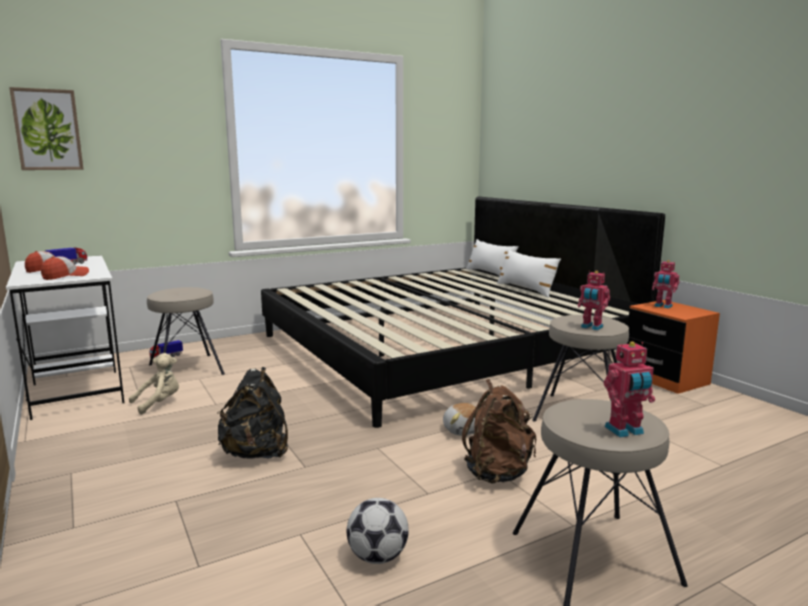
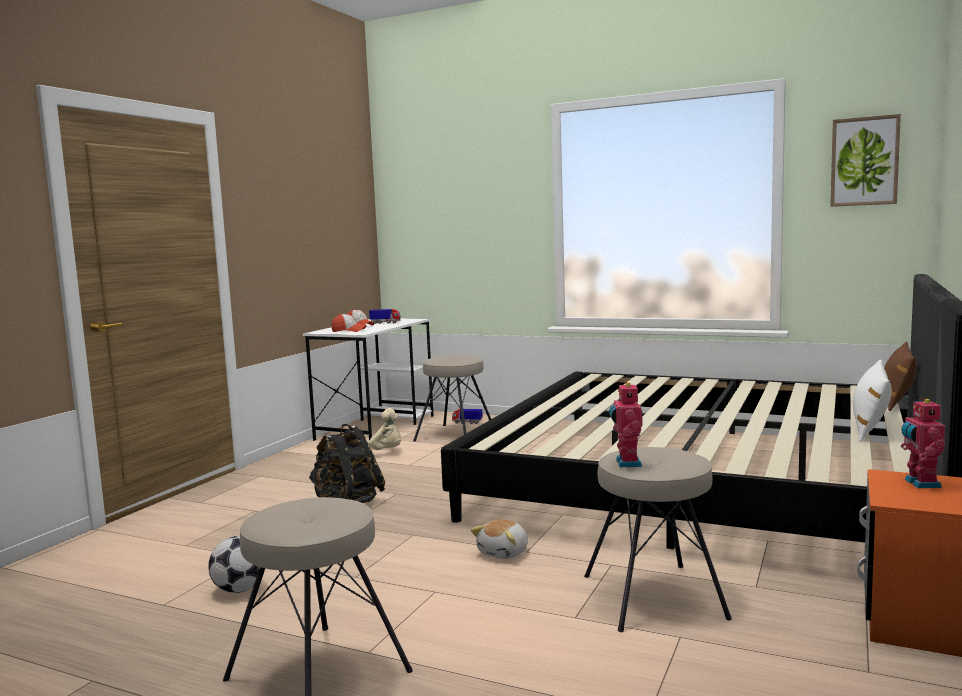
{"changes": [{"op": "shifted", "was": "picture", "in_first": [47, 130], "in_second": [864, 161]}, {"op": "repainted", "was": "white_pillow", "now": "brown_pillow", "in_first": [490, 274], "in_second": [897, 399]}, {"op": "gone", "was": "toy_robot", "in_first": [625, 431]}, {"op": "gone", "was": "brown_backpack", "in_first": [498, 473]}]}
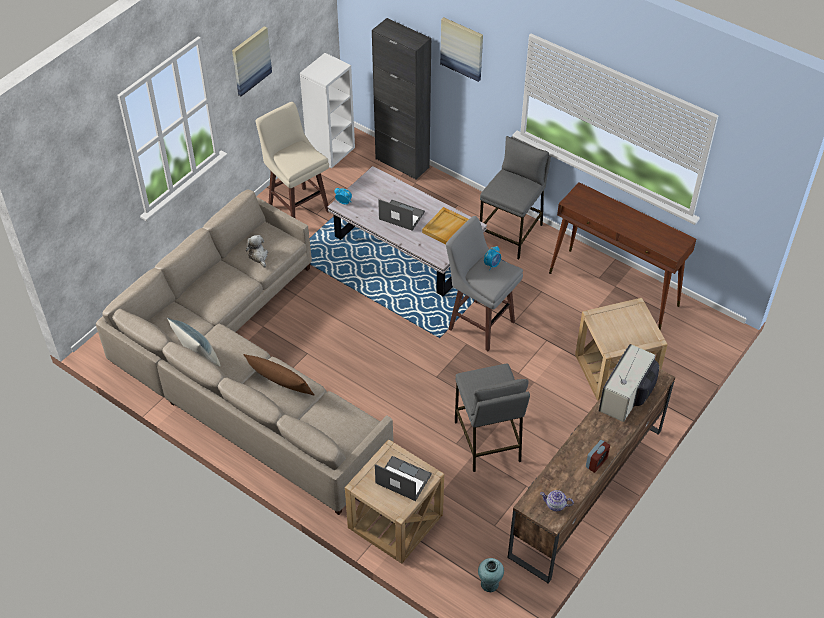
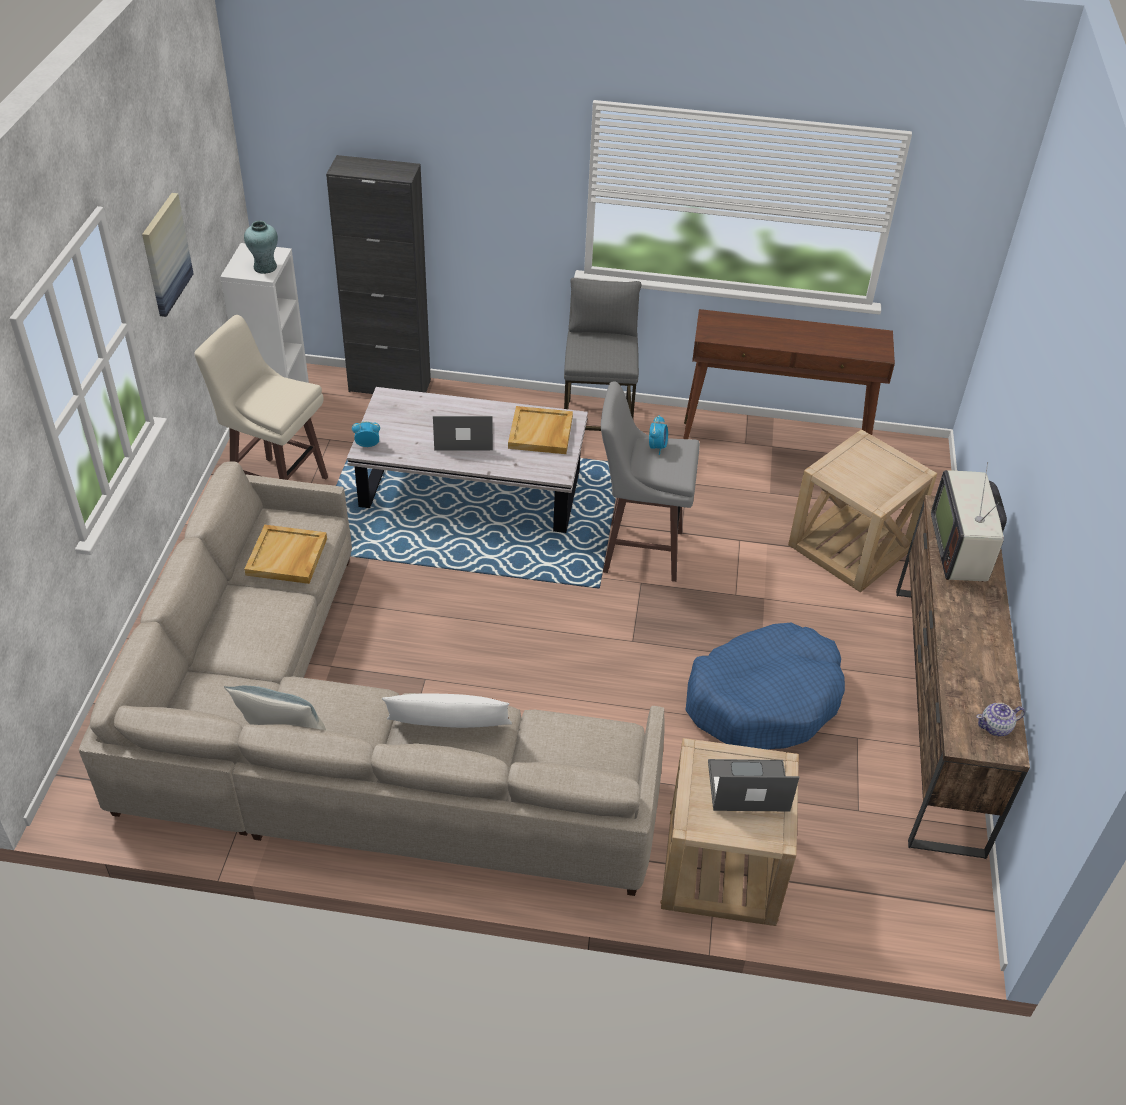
{"changes": [{"op": "gone", "was": "picture", "in_first": [462, 48]}, {"op": "swapped", "was": "plush_toy", "now": "beige_tray", "in_first": [258, 256], "in_second": [287, 557]}, {"op": "repainted", "was": "brown_pillow", "now": "white_pillow", "in_first": [280, 385], "in_second": [448, 729]}, {"op": "swapped", "was": "grey_stool", "now": "blue_dog_bed", "in_first": [487, 441], "in_second": [763, 699]}, {"op": "gone", "was": "alarm_clock", "in_first": [596, 462]}, {"op": "shifted", "was": "turquoise_vase", "in_first": [489, 584], "in_second": [265, 267]}]}
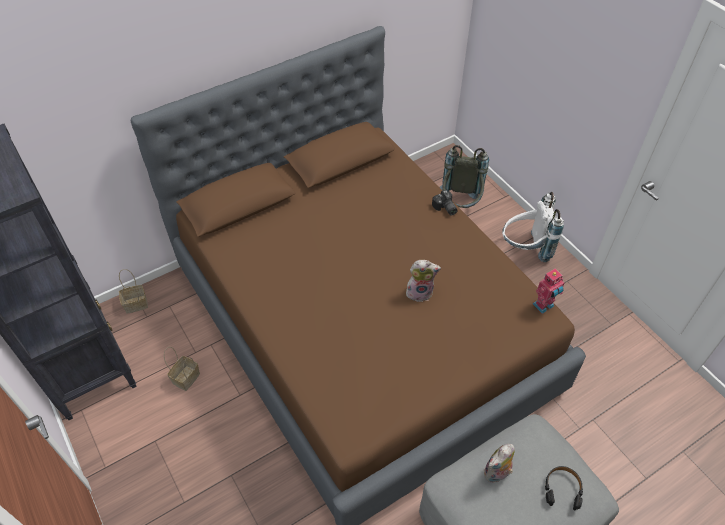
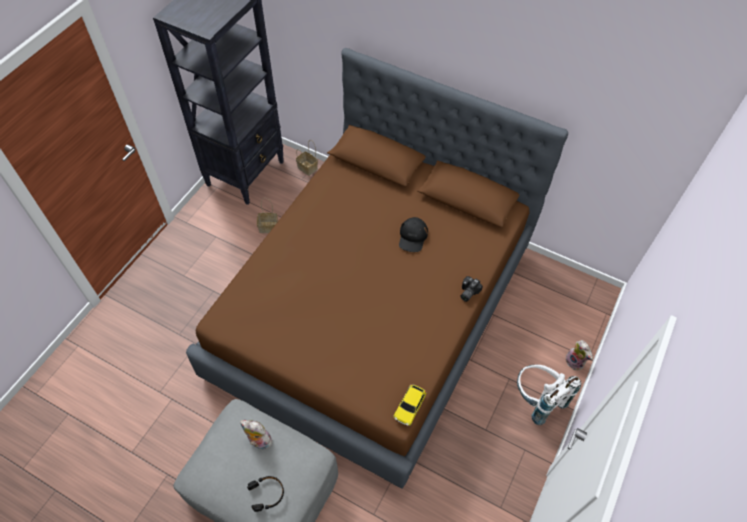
{"changes": [{"op": "gone", "was": "grey_backpack", "in_first": [460, 205]}, {"op": "shifted", "was": "plush_toy", "in_first": [420, 292], "in_second": [575, 362]}, {"op": "swapped", "was": "toy_robot", "now": "toy_car", "in_first": [544, 306], "in_second": [409, 407]}, {"op": "new", "now": "black_cap", "in_second": [412, 237]}]}
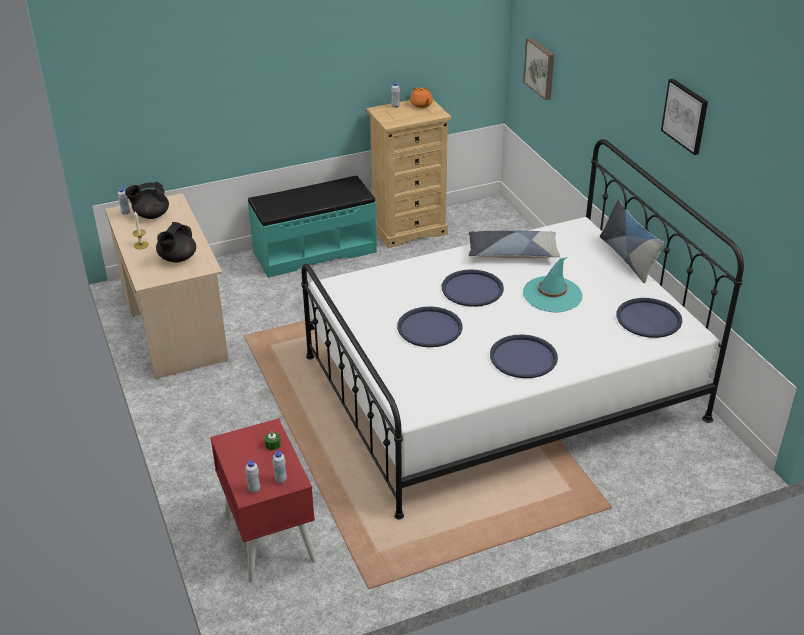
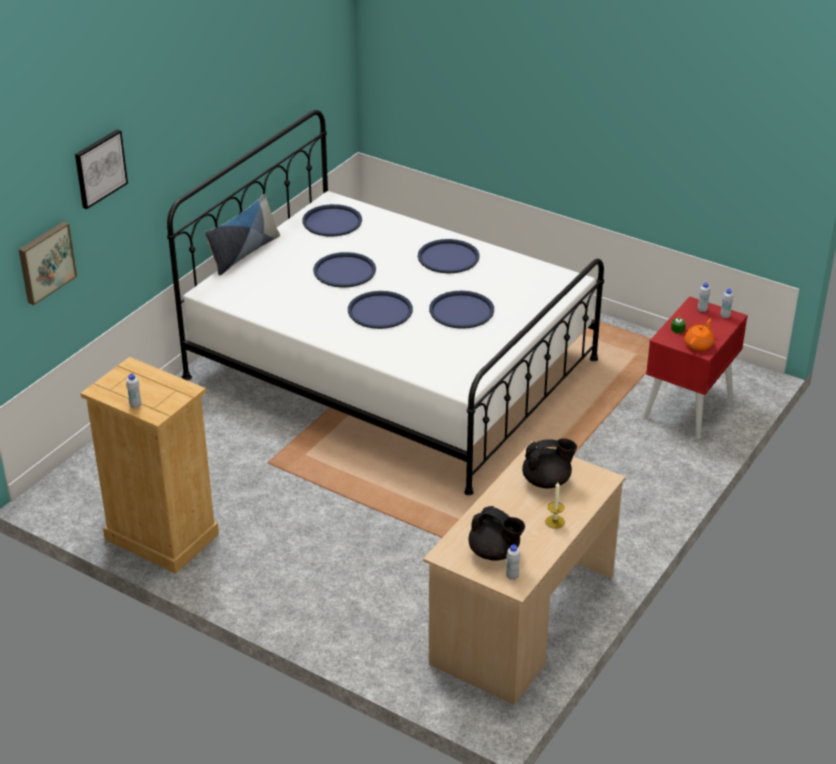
{"changes": [{"op": "shifted", "was": "picture", "in_first": [685, 116], "in_second": [100, 168]}, {"op": "shifted", "was": "orange_teapot", "in_first": [421, 105], "in_second": [698, 344]}, {"op": "gone", "was": "turquoise_bench", "in_first": [314, 251]}, {"op": "gone", "was": "pillow", "in_first": [512, 253]}, {"op": "swapped", "was": "turquoise_hat", "now": "blue_tray", "in_first": [552, 295], "in_second": [344, 271]}]}
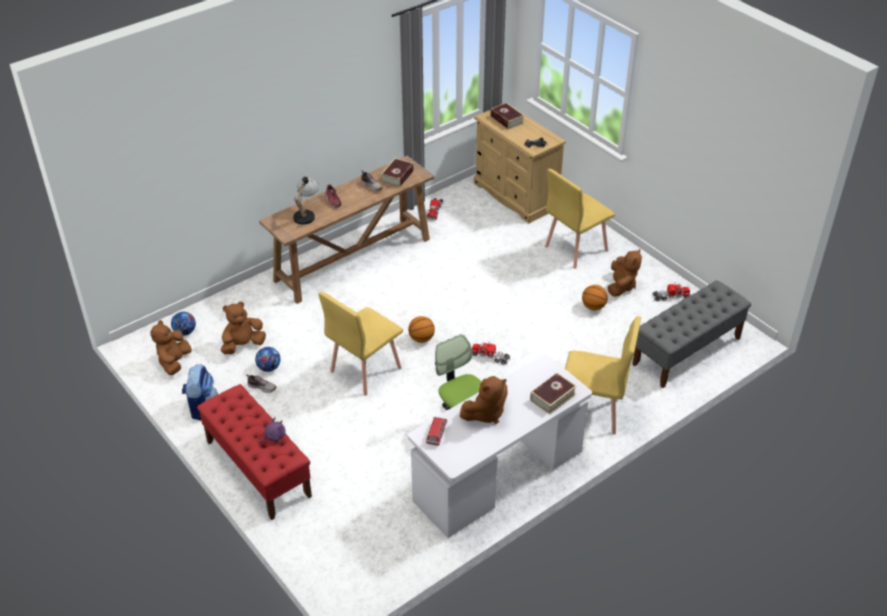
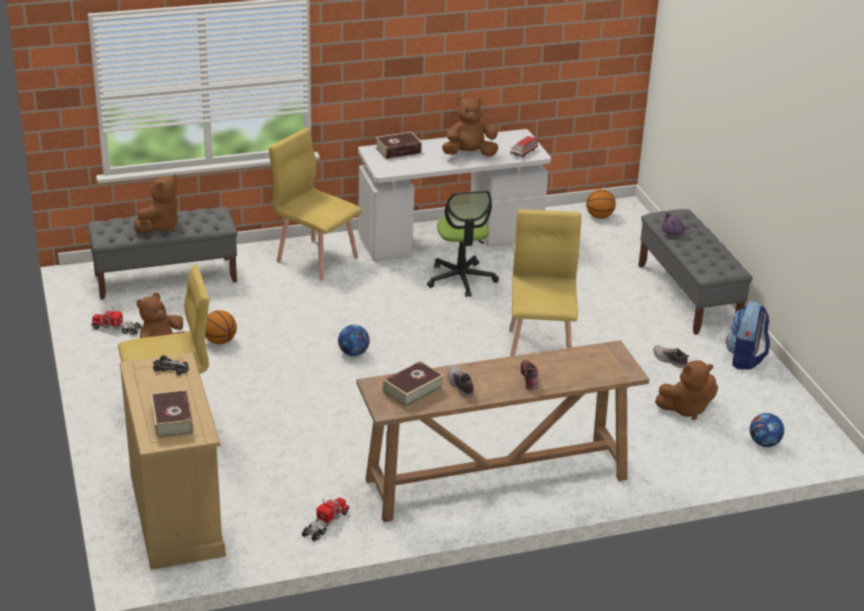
{"changes": [{"op": "gone", "was": "table_lamp", "in_first": [306, 214]}, {"op": "rotated", "was": "yellow_chair", "in_first": [365, 369], "in_second": [541, 348], "clockwise": -60}, {"op": "shifted", "was": "basketball", "in_first": [421, 338], "in_second": [599, 217]}, {"op": "shifted", "was": "brown_plush_toy", "in_first": [174, 362], "in_second": [160, 226]}, {"op": "gone", "was": "toy_truck", "in_first": [490, 356]}, {"op": "shifted", "was": "football", "in_first": [269, 368], "in_second": [353, 353]}, {"op": "repainted", "was": "red_bench", "now": "grey_bench", "in_first": [257, 468], "in_second": [688, 296]}]}
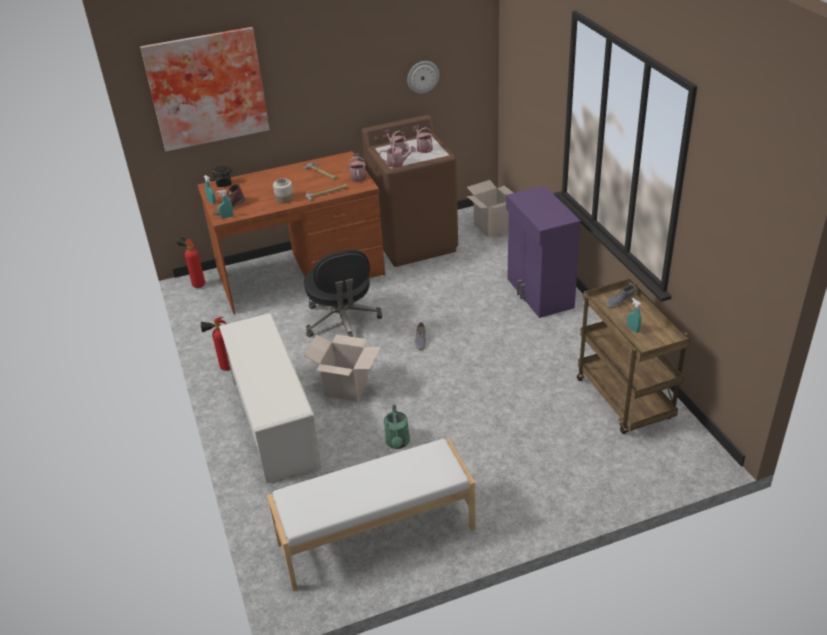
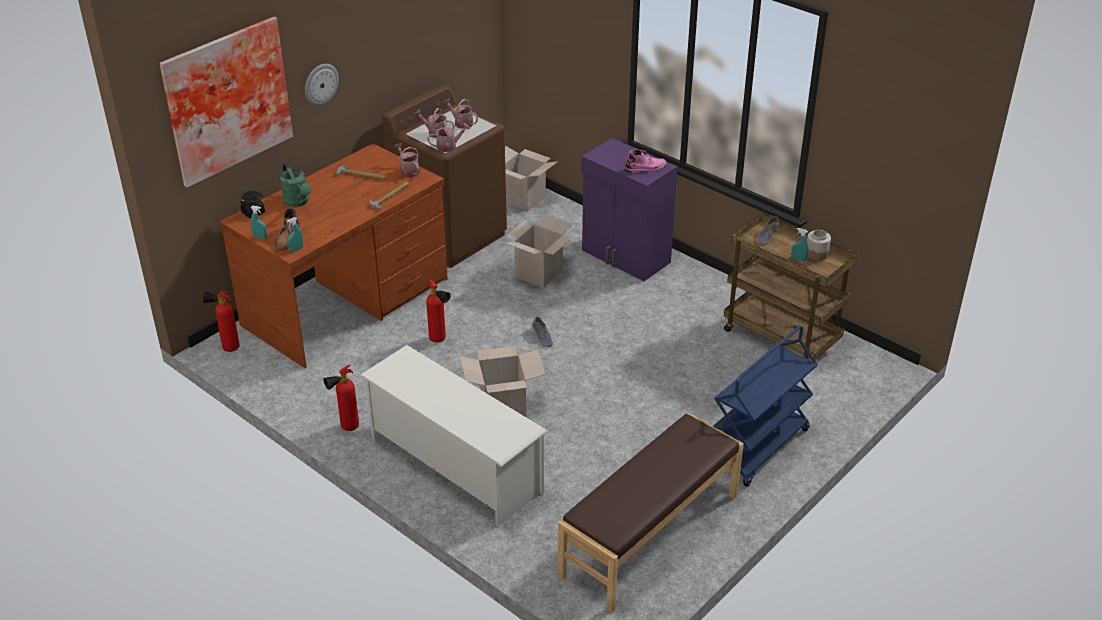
{"changes": [{"op": "shifted", "was": "wall_clock", "in_first": [422, 77], "in_second": [320, 83]}, {"op": "shifted", "was": "jar", "in_first": [284, 198], "in_second": [816, 254]}, {"op": "swapped", "was": "black_office_chair", "now": "fire_extinguisher", "in_first": [342, 321], "in_second": [440, 341]}, {"op": "shifted", "was": "green_watering_can", "in_first": [398, 443], "in_second": [298, 202]}, {"op": "repainted", "was": "white_bench", "now": "brown_bench", "in_first": [376, 536], "in_second": [651, 535]}, {"op": "new", "now": "pink_boot", "in_second": [646, 168]}, {"op": "new", "now": "cardboard_box", "in_second": [539, 273]}, {"op": "new", "now": "blue_cart", "in_second": [758, 448]}]}
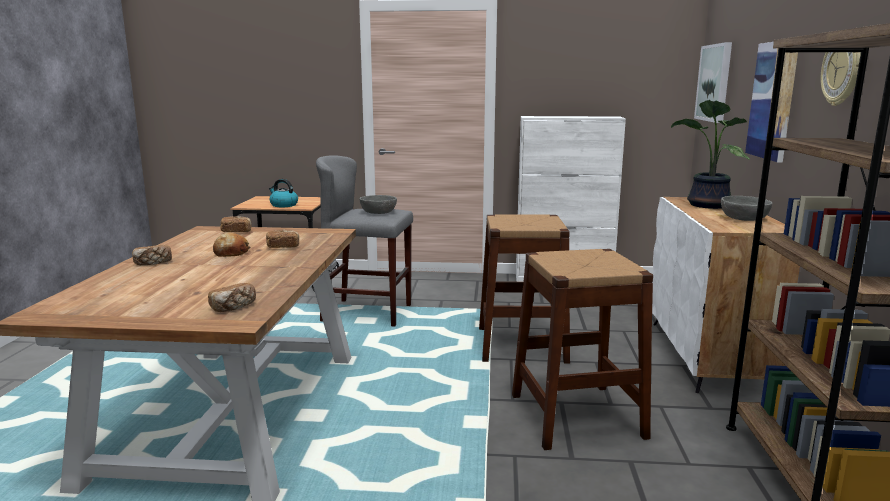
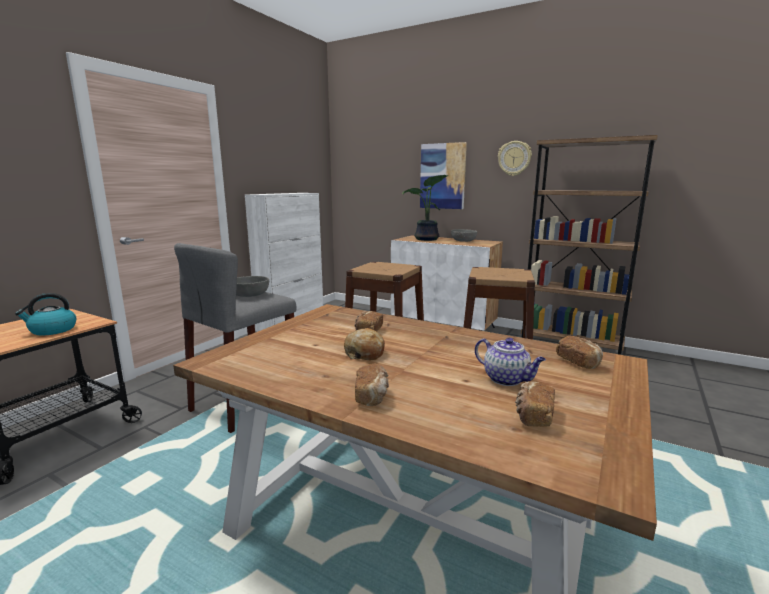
{"changes": [{"op": "gone", "was": "picture", "in_first": [714, 83]}, {"op": "shifted", "was": "bread", "in_first": [236, 232], "in_second": [533, 416]}, {"op": "new", "now": "teapot", "in_second": [507, 379]}]}
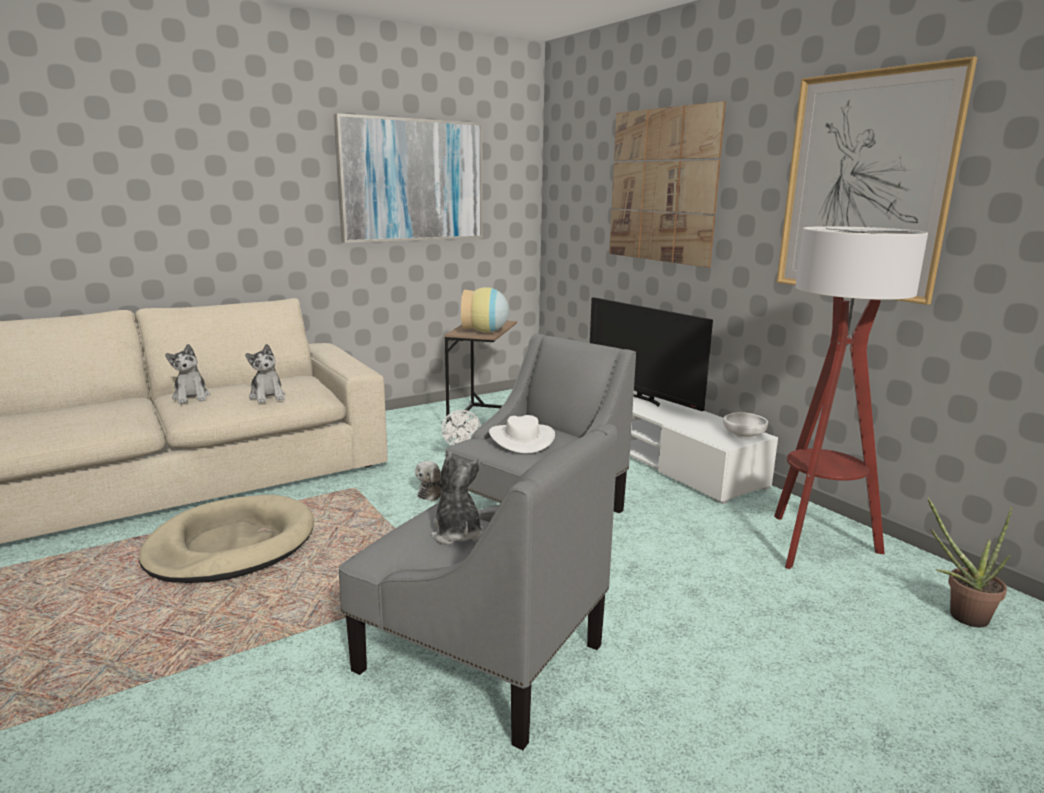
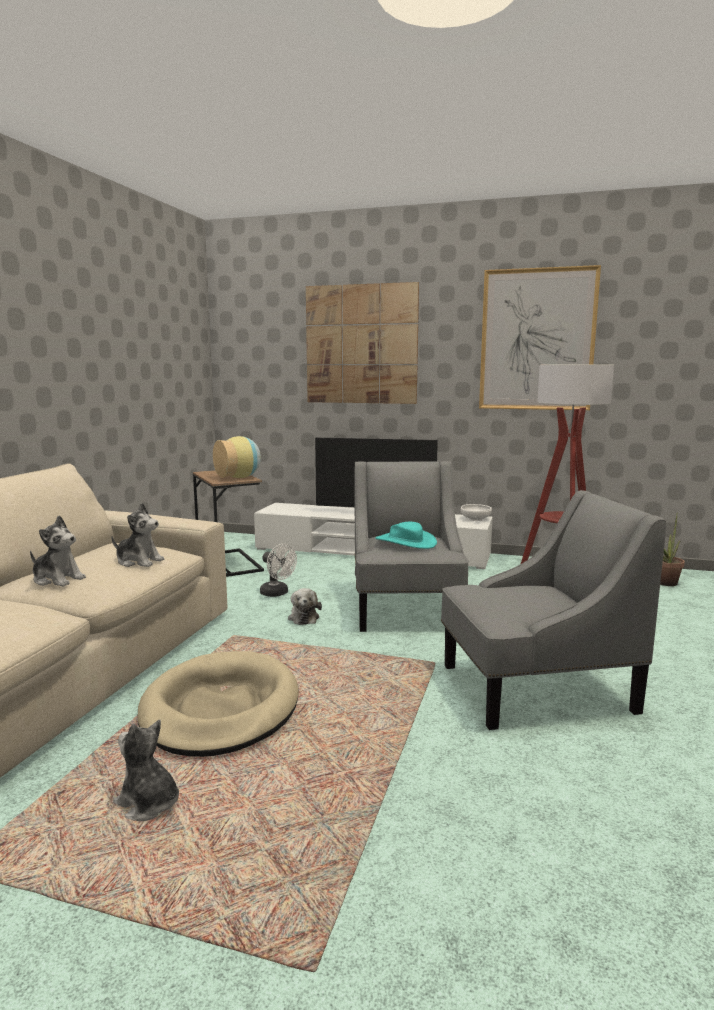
{"changes": [{"op": "gone", "was": "picture", "in_first": [411, 180]}, {"op": "repainted", "was": "white_hat", "now": "turquoise_hat", "in_first": [521, 439], "in_second": [405, 542]}, {"op": "shifted", "was": "plush_toy", "in_first": [457, 533], "in_second": [148, 803]}]}
